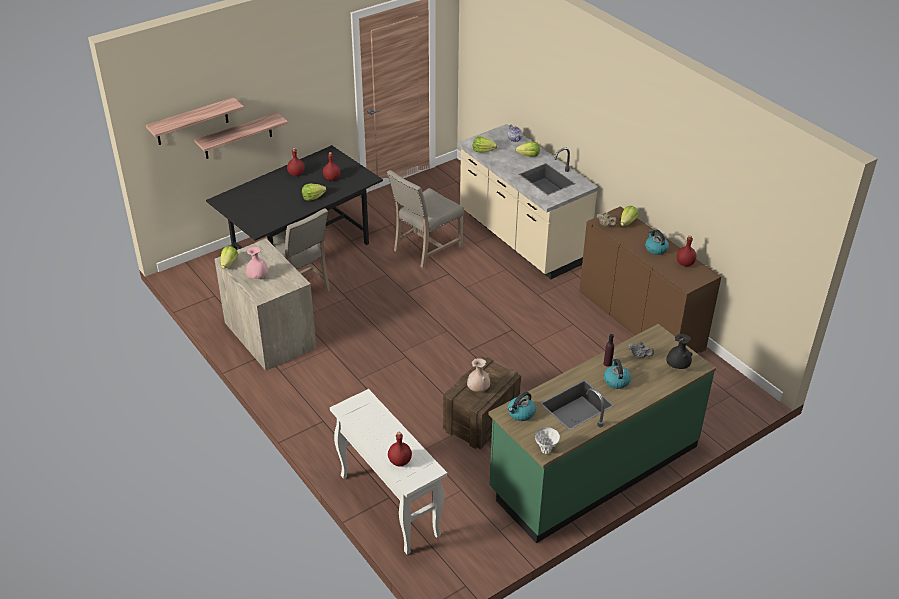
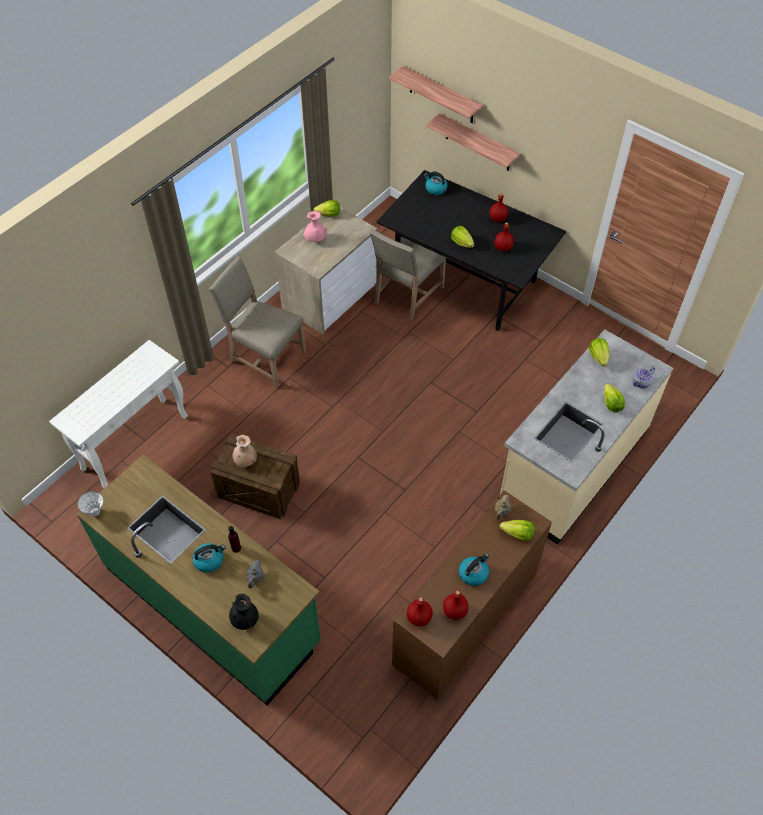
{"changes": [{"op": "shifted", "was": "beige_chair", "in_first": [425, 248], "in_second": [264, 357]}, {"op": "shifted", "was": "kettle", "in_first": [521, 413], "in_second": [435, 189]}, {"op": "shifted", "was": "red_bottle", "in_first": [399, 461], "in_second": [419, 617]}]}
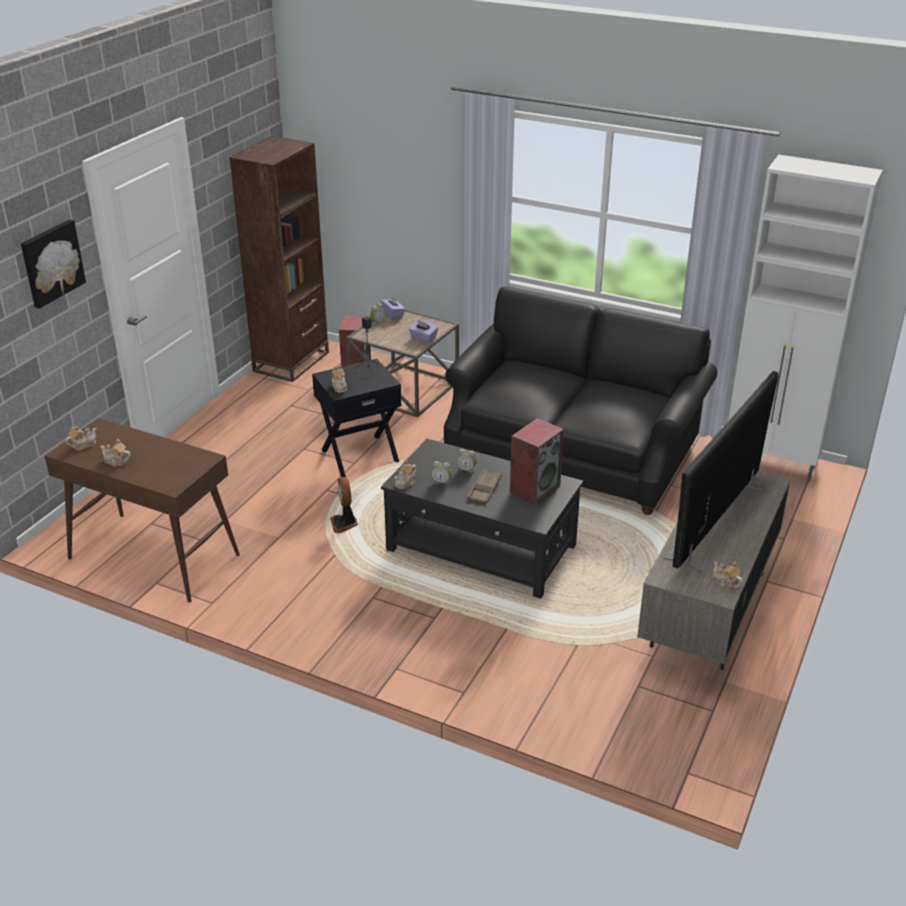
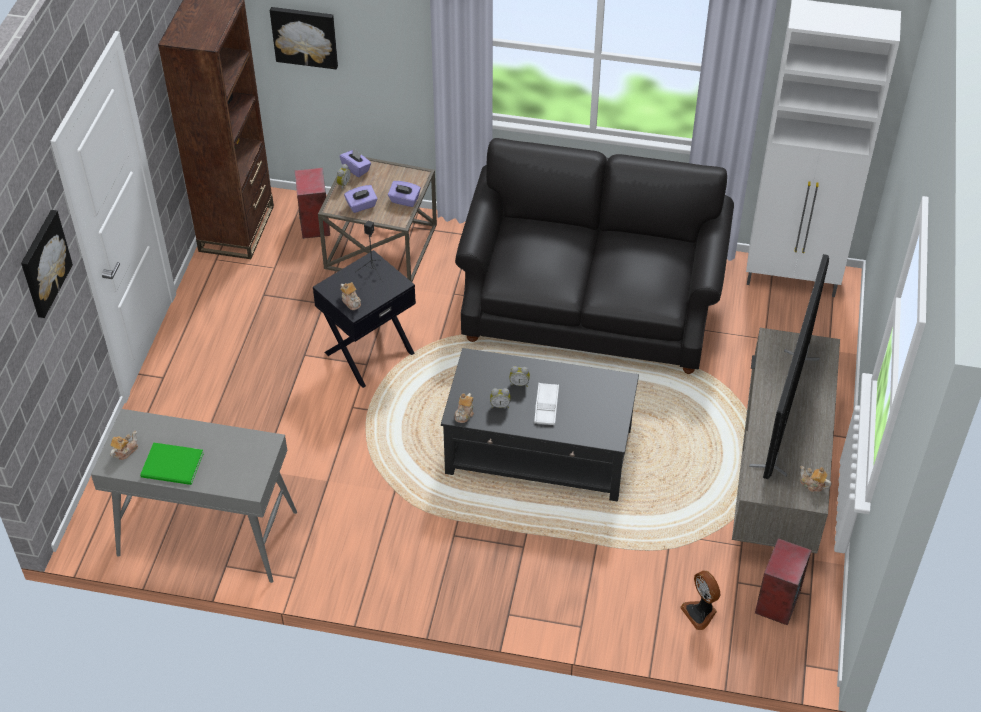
{"changes": [{"op": "repainted", "was": "brown_console_table", "now": "grey_console_table", "in_first": [153, 557], "in_second": [206, 534]}, {"op": "shifted", "was": "speaker", "in_first": [534, 488], "in_second": [777, 600]}, {"op": "swapped", "was": "teapot", "now": "green_book", "in_first": [116, 461], "in_second": [173, 466]}, {"op": "repainted", "was": "brown_tray", "now": "white_tray", "in_first": [484, 489], "in_second": [546, 406]}, {"op": "shifted", "was": "fan", "in_first": [344, 524], "in_second": [700, 612]}, {"op": "new", "now": "picture", "in_second": [305, 36]}, {"op": "new", "now": "purple_tissue_box", "in_second": [361, 206]}]}
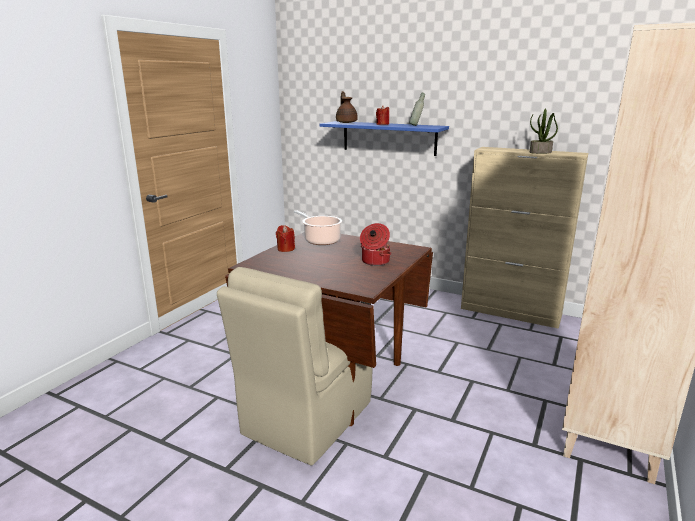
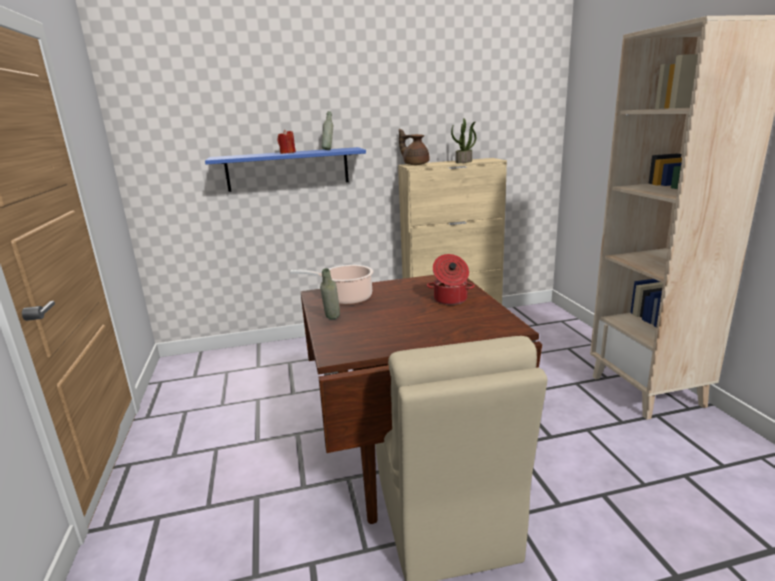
{"changes": [{"op": "shifted", "was": "brown_teapot", "in_first": [346, 122], "in_second": [415, 164]}, {"op": "swapped", "was": "red_candle", "now": "grey_bottle", "in_first": [286, 249], "in_second": [332, 320]}]}
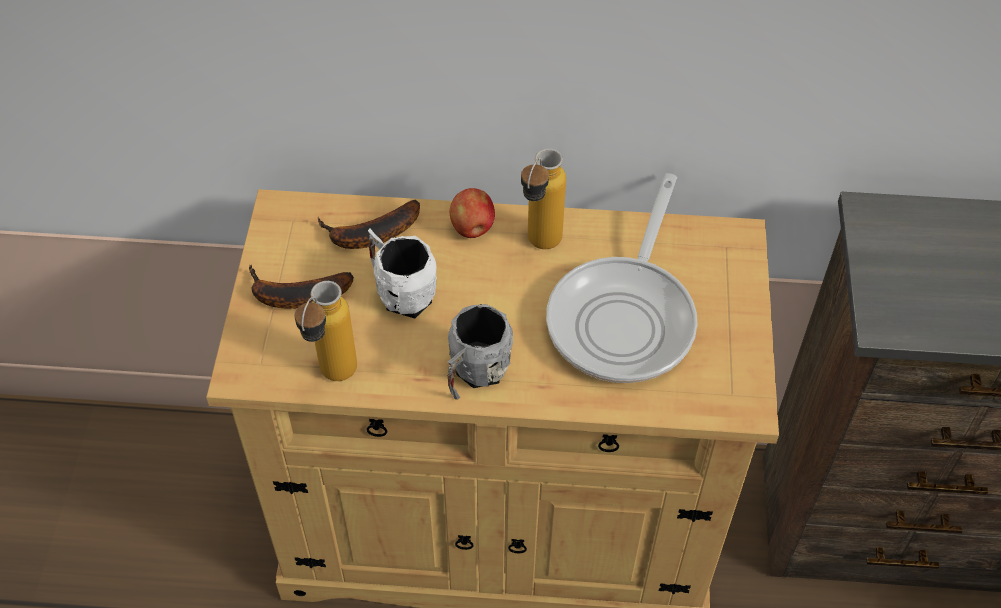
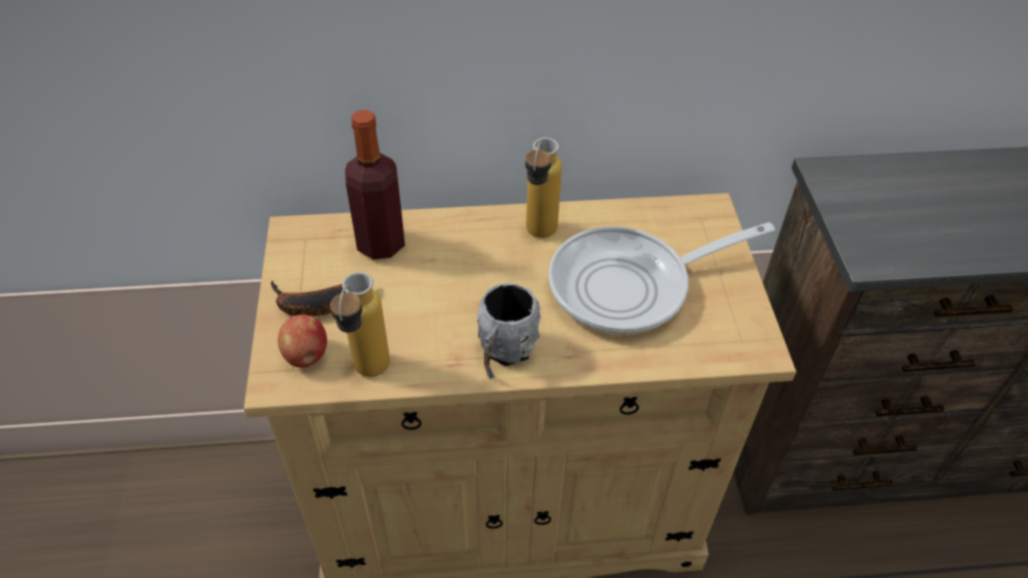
{"changes": [{"op": "rotated", "was": "frying_pan", "in_first": [625, 316], "in_second": [630, 286], "clockwise": 60}, {"op": "shifted", "was": "apple", "in_first": [472, 228], "in_second": [306, 356]}, {"op": "swapped", "was": "banana", "now": "bottle", "in_first": [369, 235], "in_second": [381, 244]}, {"op": "gone", "was": "white_mug", "in_first": [401, 293]}]}
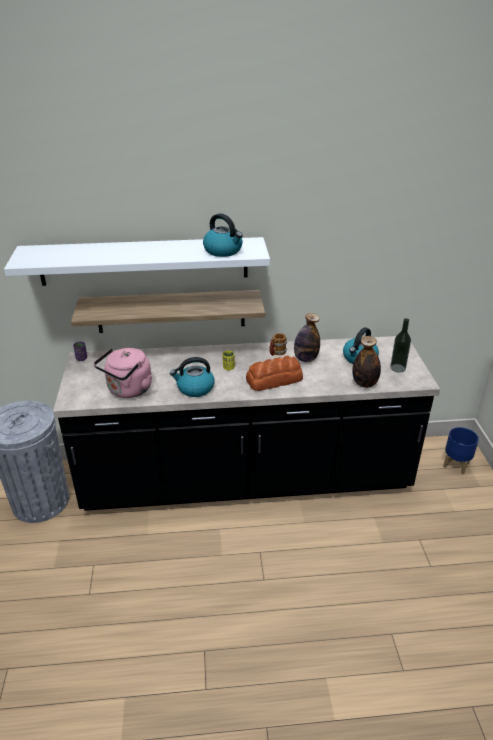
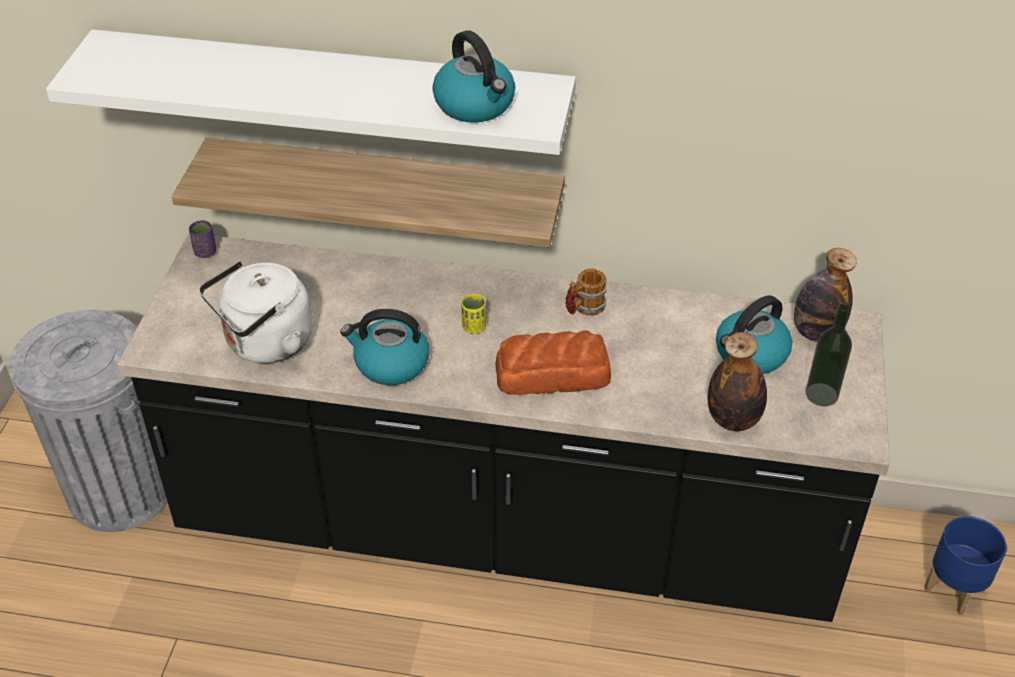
{"changes": [{"op": "shifted", "was": "bottle", "in_first": [305, 359], "in_second": [816, 332]}, {"op": "repainted", "was": "pink_kettle", "now": "white_kettle", "in_first": [128, 390], "in_second": [265, 344]}]}
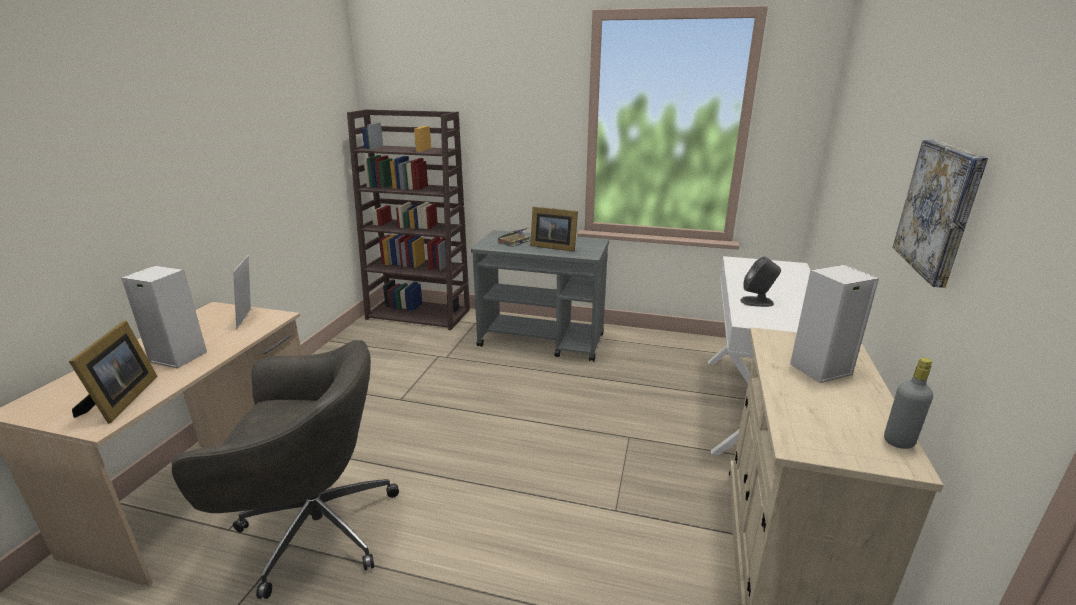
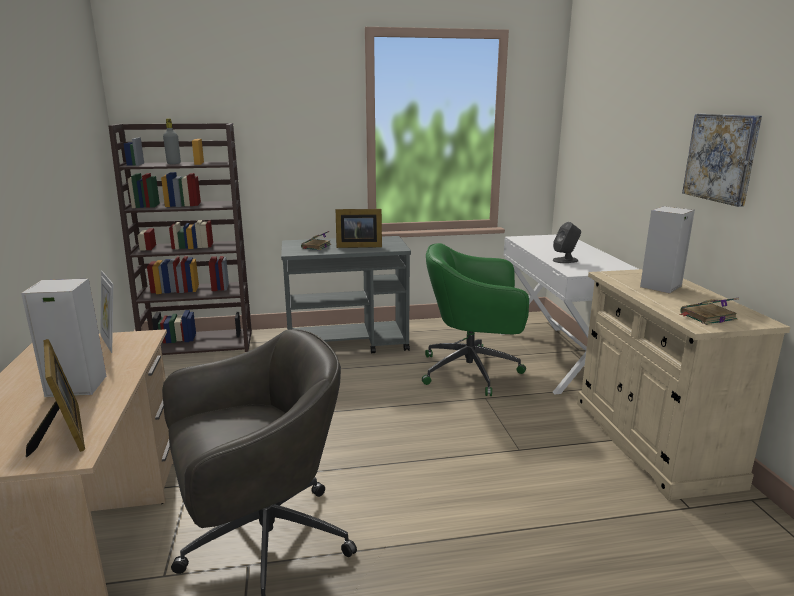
{"changes": [{"op": "shifted", "was": "grey_bottle", "in_first": [898, 441], "in_second": [174, 163]}, {"op": "new", "now": "green_office_chair", "in_second": [473, 371]}, {"op": "new", "now": "book", "in_second": [707, 317]}]}
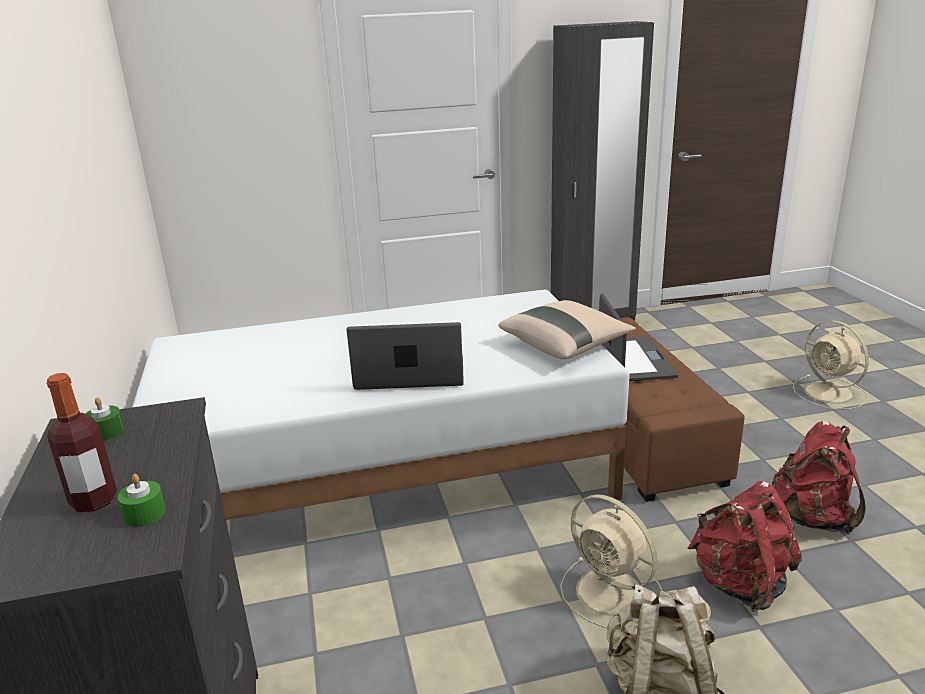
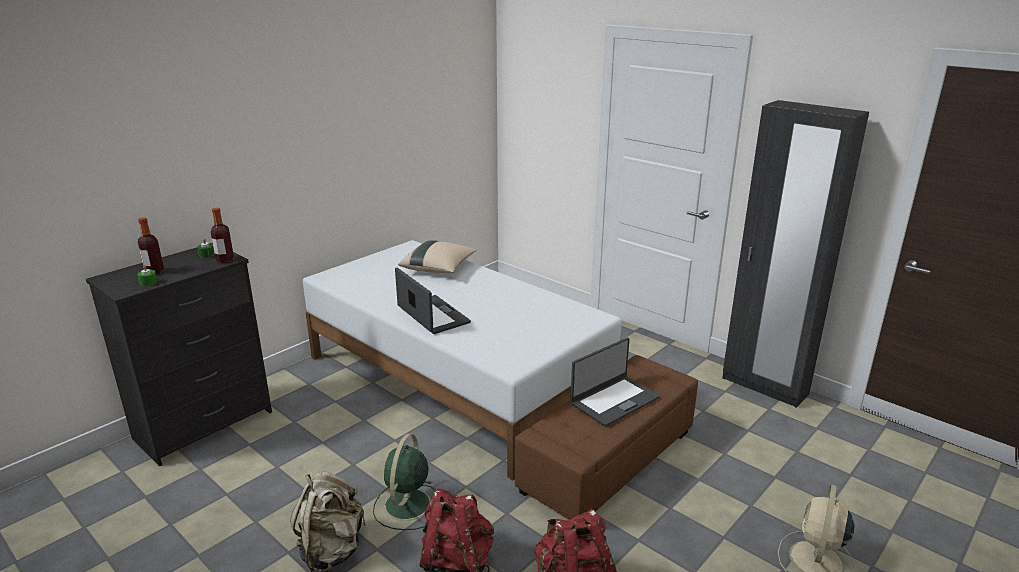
{"changes": [{"op": "shifted", "was": "beige_pillow", "in_first": [566, 345], "in_second": [438, 268]}, {"op": "repainted", "was": "beige_fan", "now": "green_fan", "in_first": [612, 593], "in_second": [406, 506]}, {"op": "new", "now": "bottle", "in_second": [225, 260]}]}
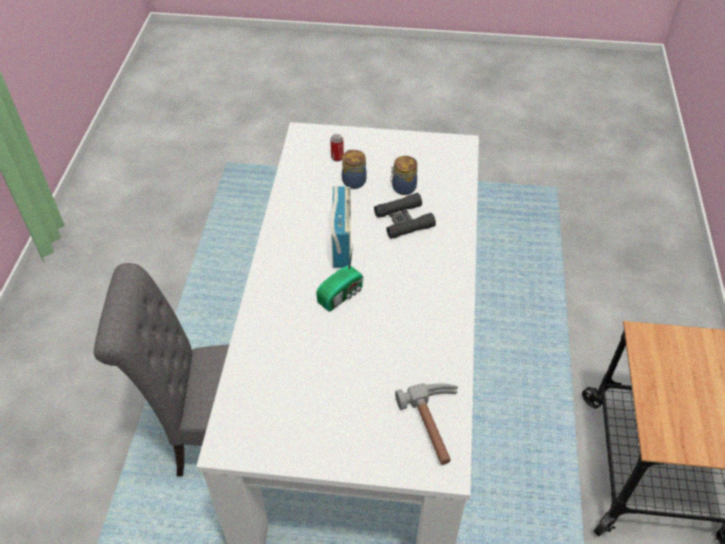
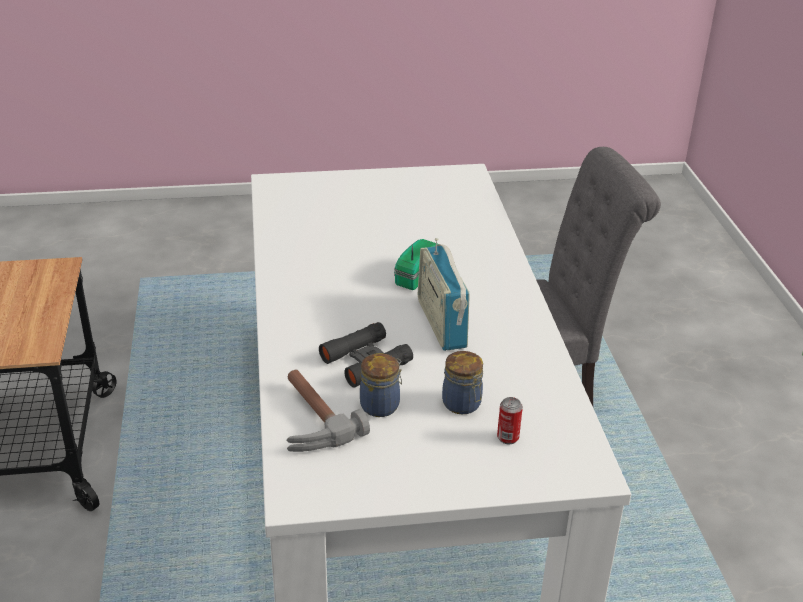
{"changes": [{"op": "shifted", "was": "hammer", "in_first": [438, 425], "in_second": [307, 419]}]}
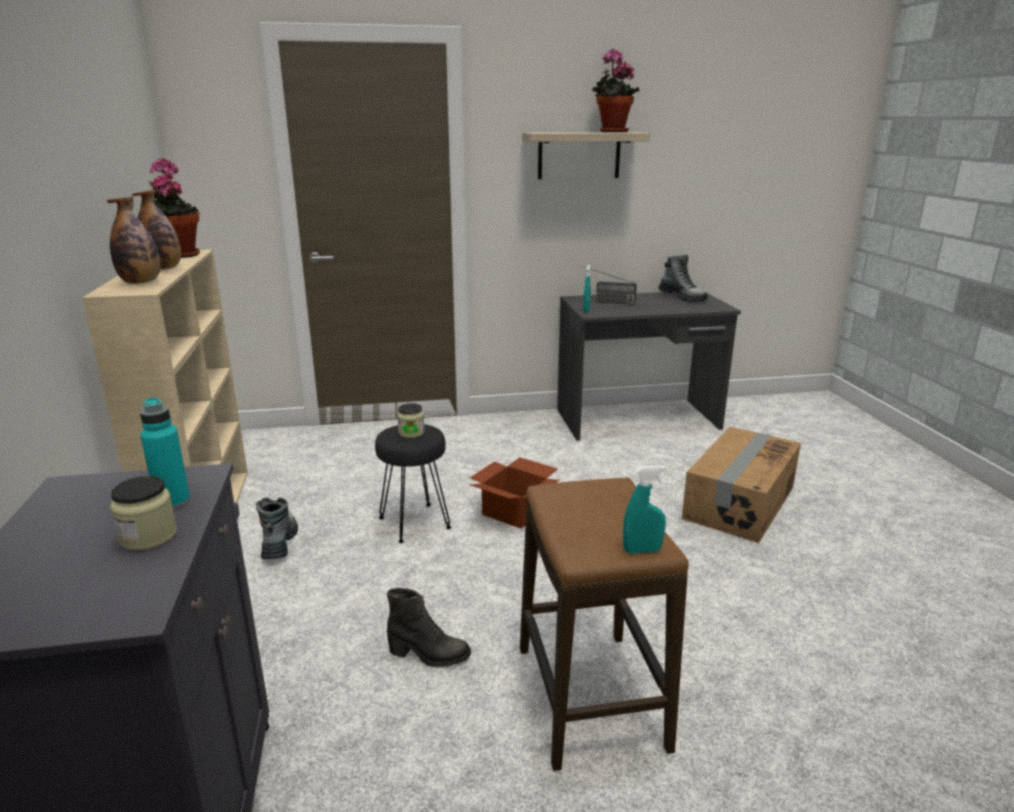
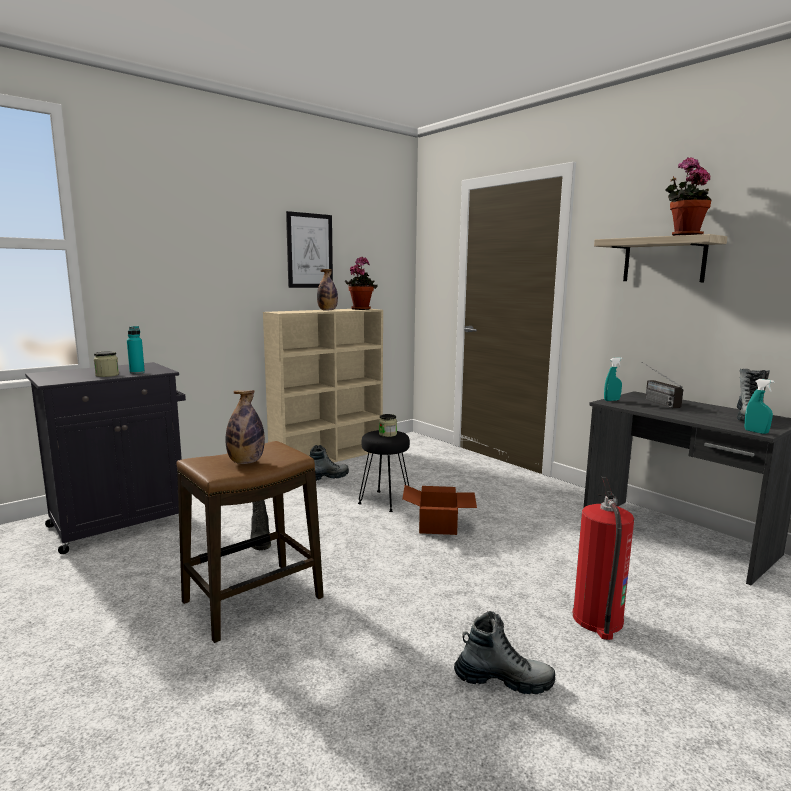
{"changes": [{"op": "shifted", "was": "bottle", "in_first": [141, 283], "in_second": [246, 462]}, {"op": "swapped", "was": "cardboard_box", "now": "fire_extinguisher", "in_first": [738, 502], "in_second": [597, 620]}, {"op": "shifted", "was": "turquoise_spray_bottle", "in_first": [642, 550], "in_second": [756, 432]}, {"op": "new", "now": "picture", "in_second": [310, 251]}, {"op": "new", "now": "boot", "in_second": [503, 680]}]}
